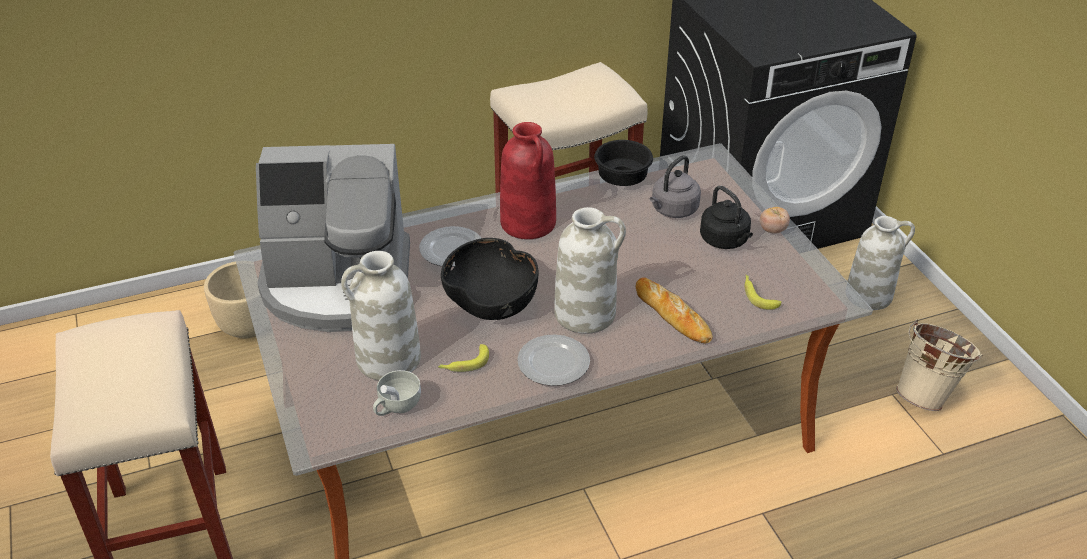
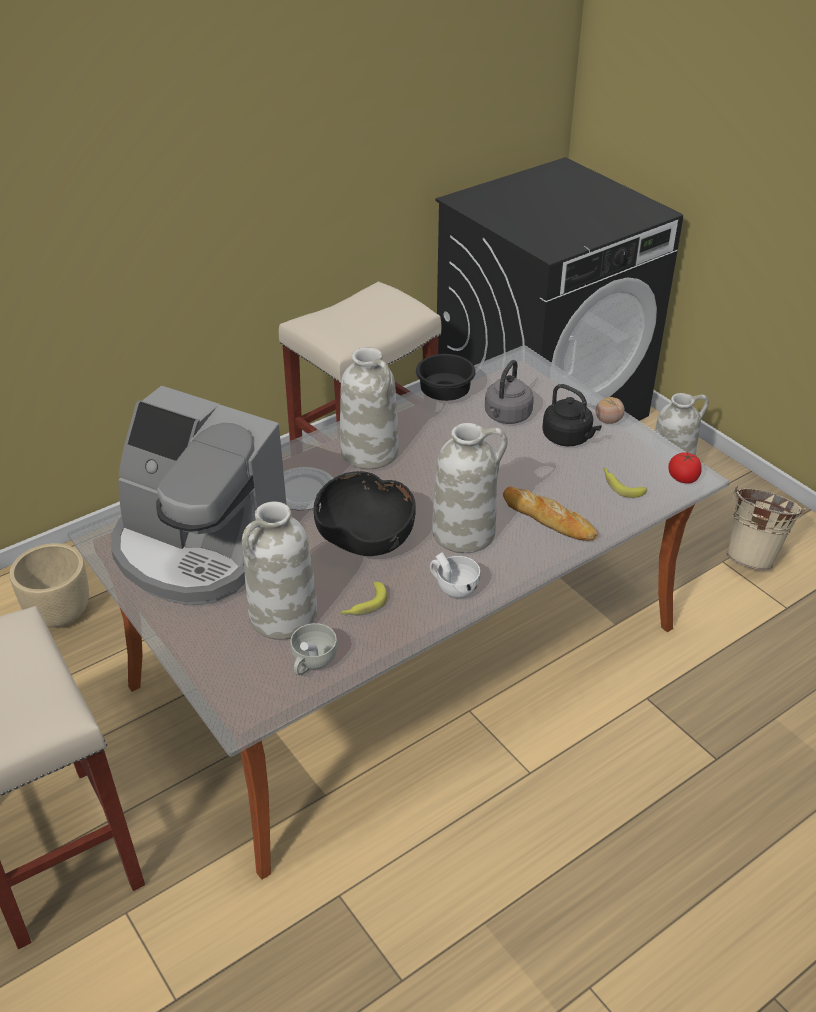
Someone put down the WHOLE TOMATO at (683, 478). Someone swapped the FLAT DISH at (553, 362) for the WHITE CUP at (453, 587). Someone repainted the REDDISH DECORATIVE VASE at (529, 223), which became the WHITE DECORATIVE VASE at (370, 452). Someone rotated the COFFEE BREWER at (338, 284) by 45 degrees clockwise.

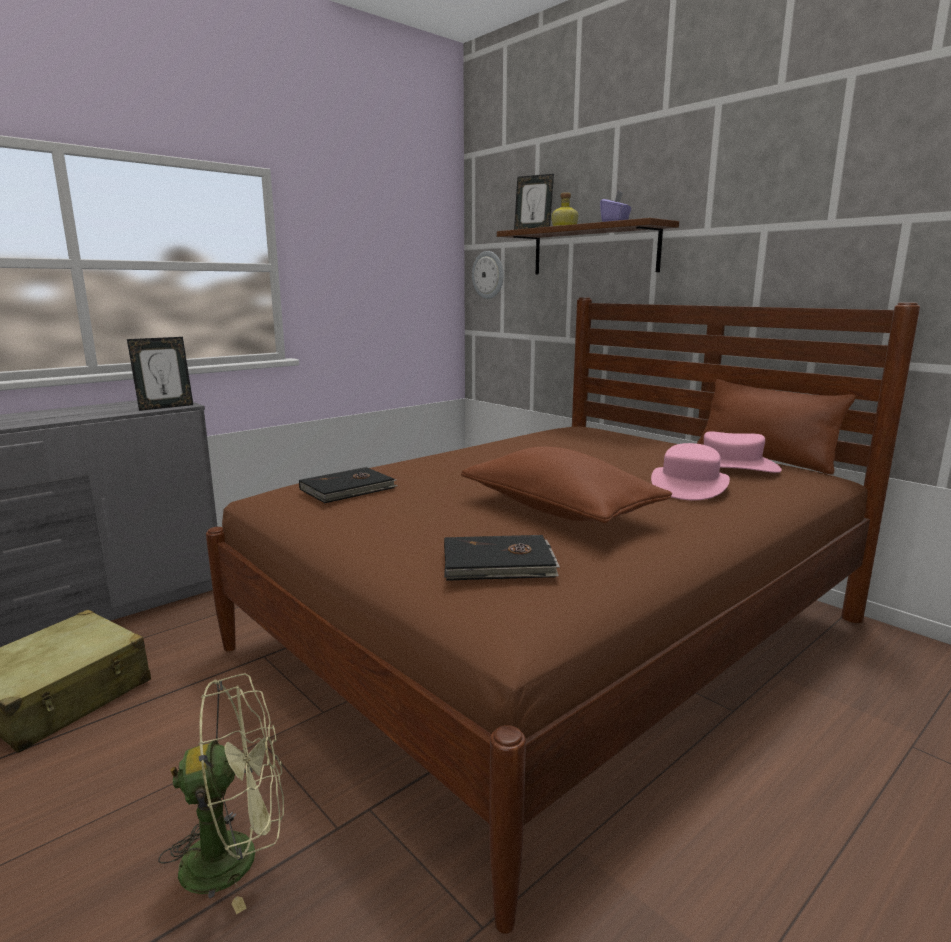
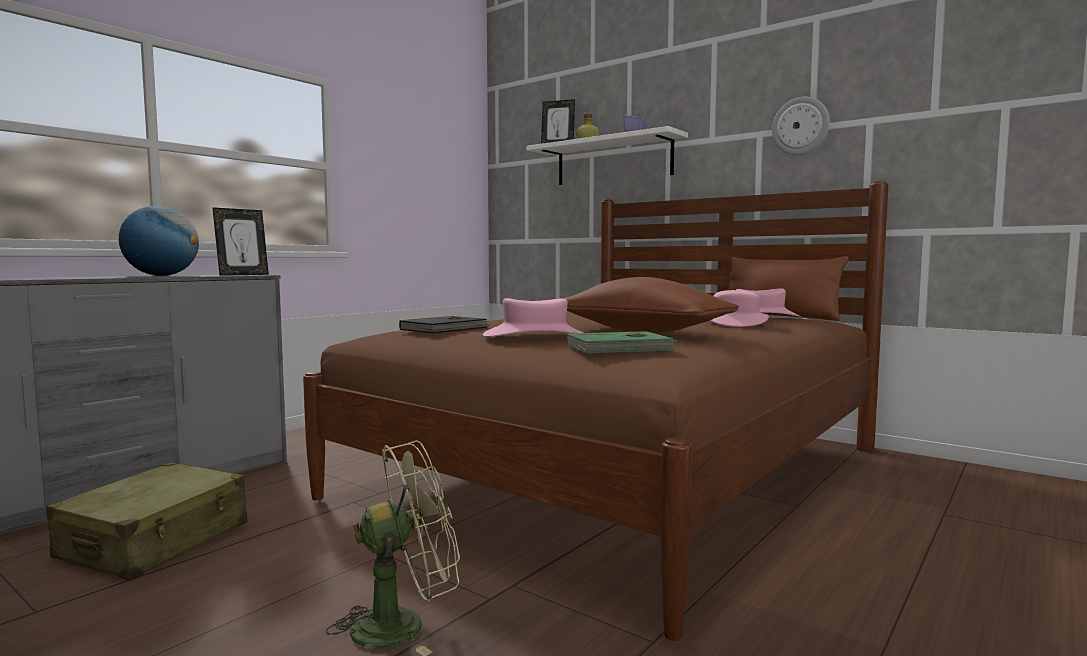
Someone put down the DESK GLOBE at (161, 275). Someone put down the PINKISH WEARABLE HAT at (535, 336). Someone carried the WALL CLOCK from (488, 275) to (800, 126). Someone repainted the BLACK VOLUME at (498, 564), which became the GREEN-COLOURED VOLUME at (620, 348). Someone repainted the BROWN WALL SHELF at (593, 250), which became the WHITE WALL SHELF at (613, 161).

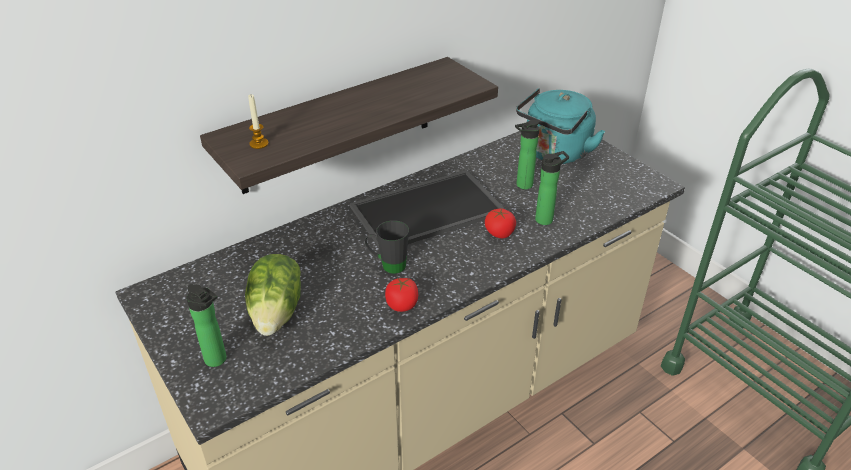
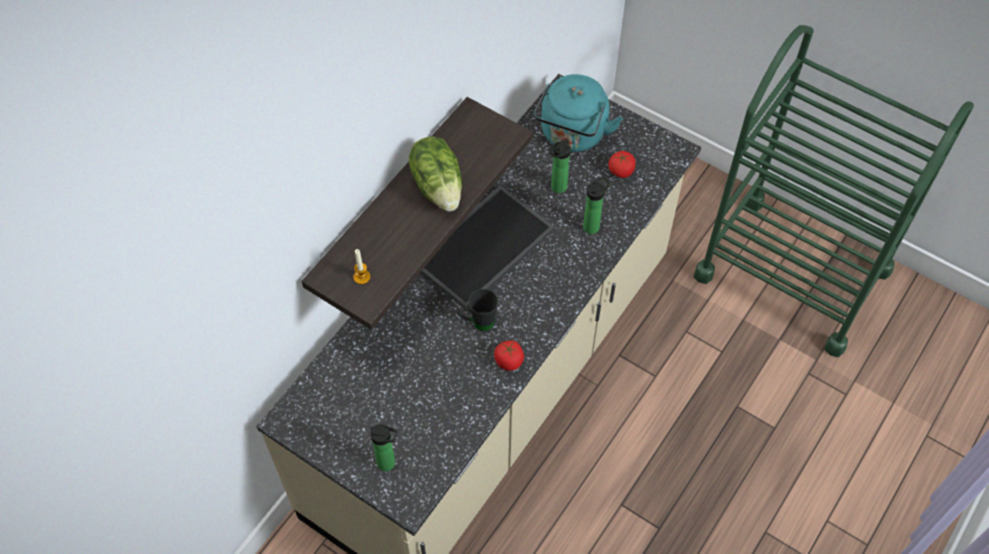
Someone carried the LETTUCE from (278, 312) to (439, 186). Someone carried the WHOLE TOMATO from (499, 233) to (621, 171).

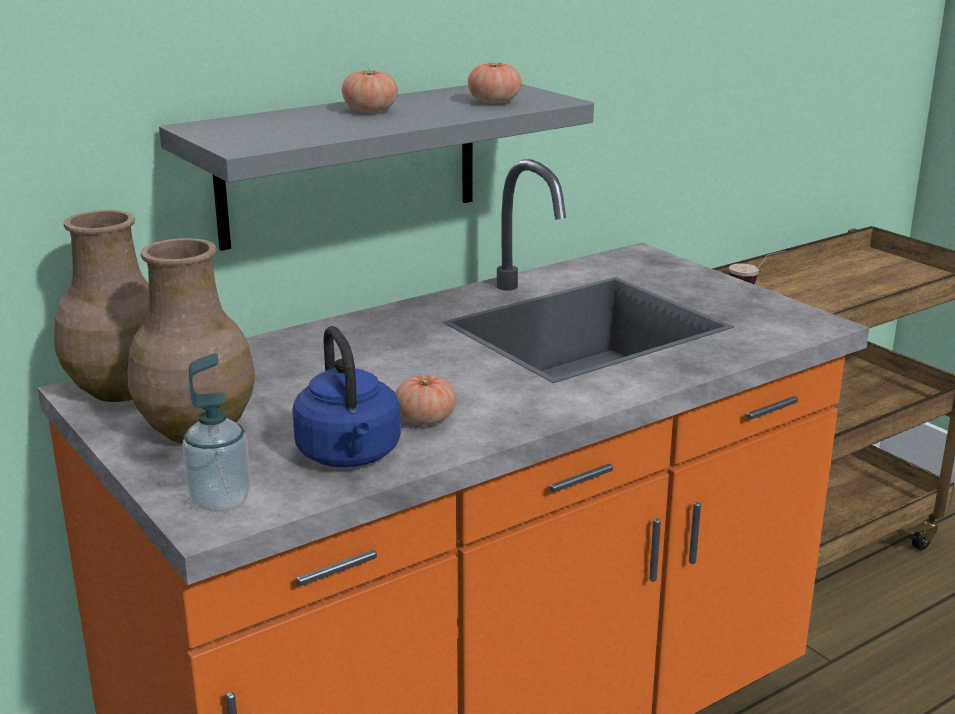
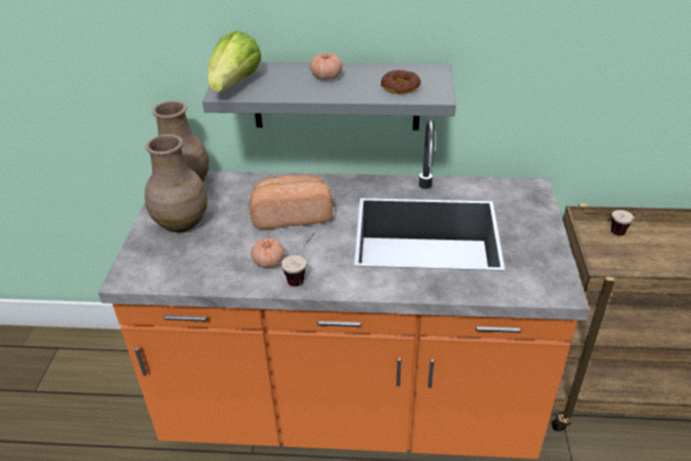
Someone took away the SOAP DISPENSER at (220, 501). Someone took away the BLUE-COLOURED TEA KETTLE at (350, 456). Someone put down the LETTUCE at (235, 84). Someone put down the BAKED BREAD at (291, 215). Someone put down the CUP at (302, 275). Someone swapped the WHOLE TOMATO at (494, 102) for the DONUT at (400, 87).

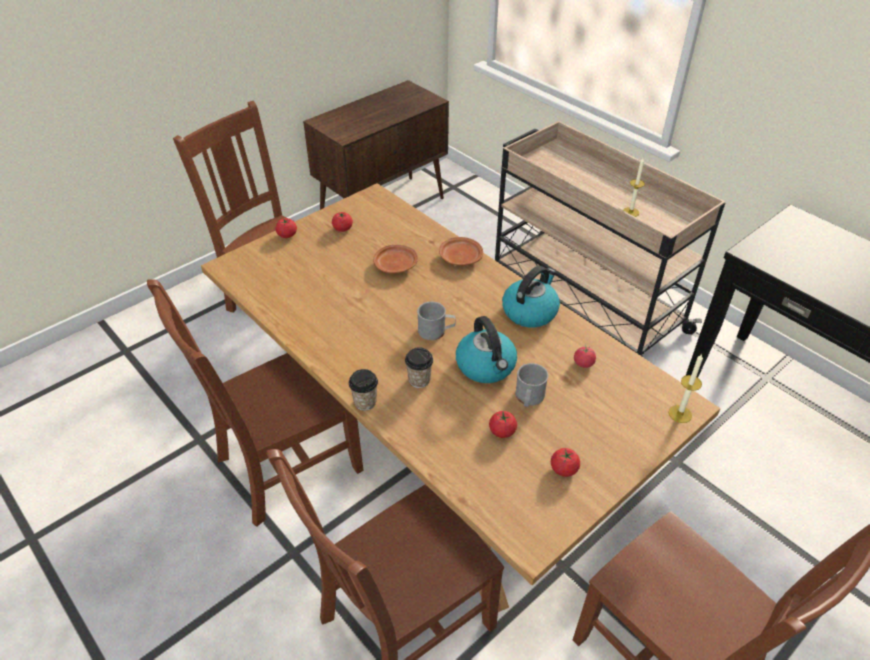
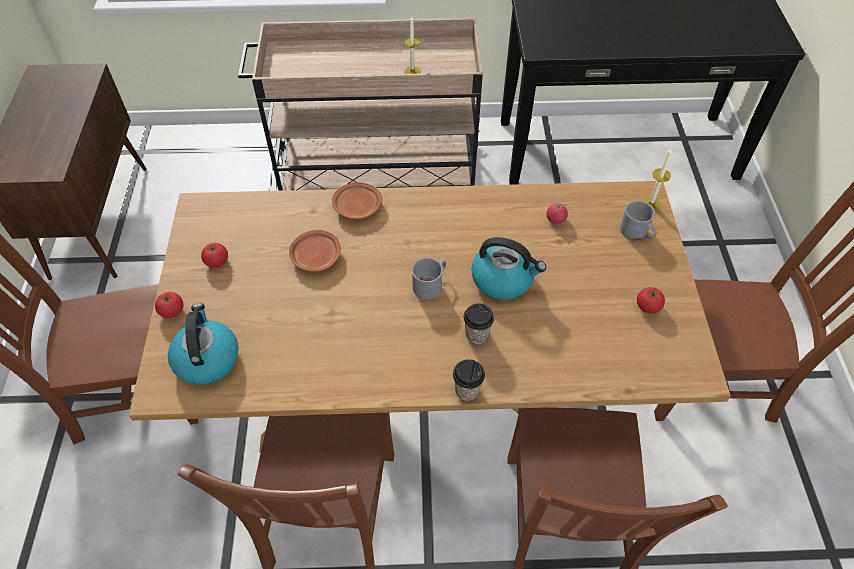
Someone took away the WHOLE TOMATO at (502, 431). Someone carried the TEA KETTLE from (530, 311) to (207, 358). Someone carried the GREY MUG from (529, 398) to (637, 233).

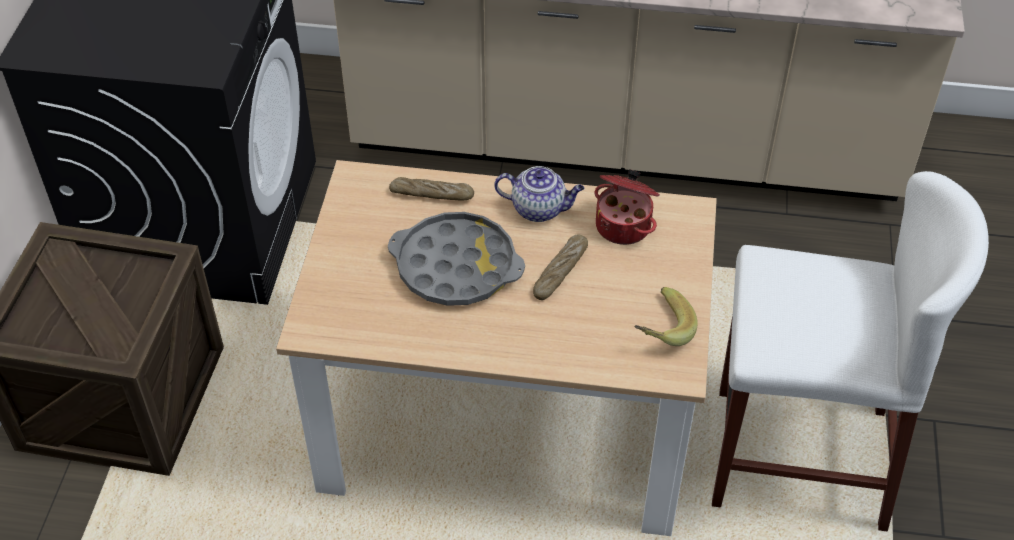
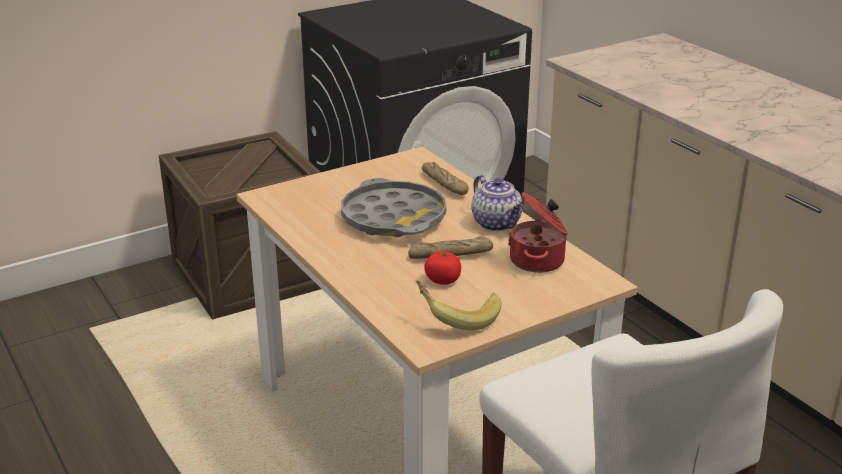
Someone put down the WHOLE TOMATO at (443, 280).

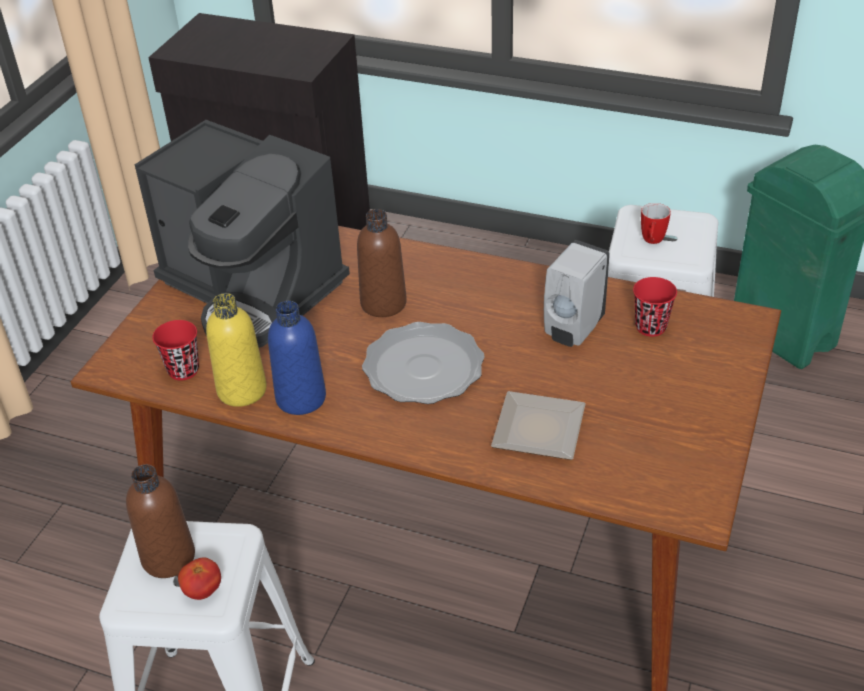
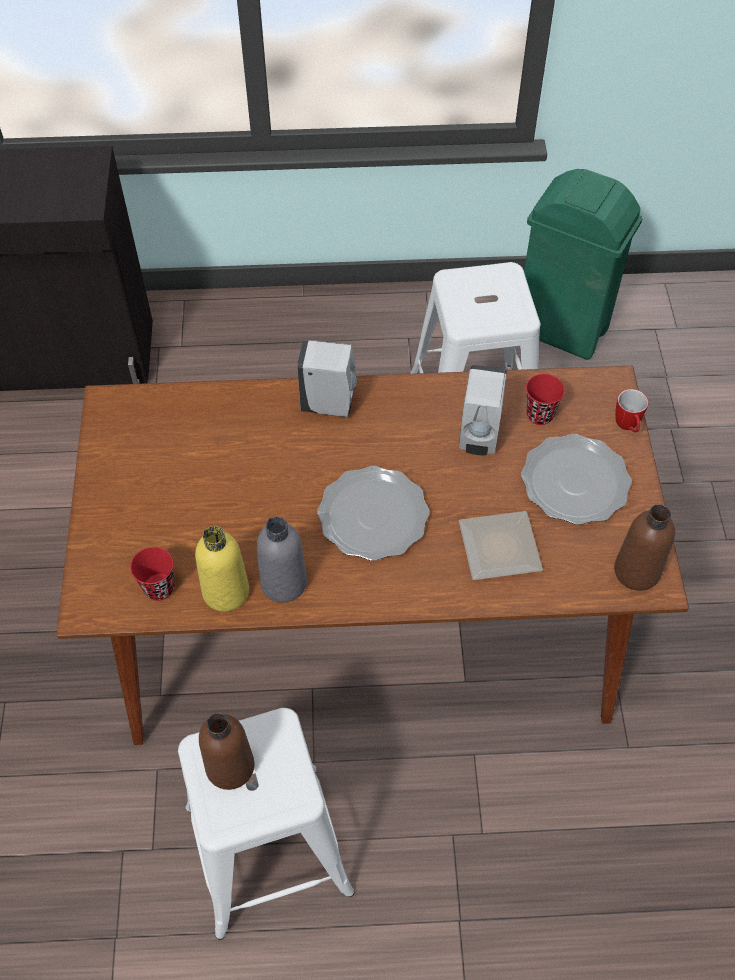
Someone took away the COFFEE BREWER at (252, 290). Someone took away the WHOLE TOMATO at (203, 590). Someone put down the WHITE SOAP DISPENSER at (330, 404). Someone put down the FLAT DISH at (574, 481). Someone carried the BROWN BEVERAGE BOTTLE from (383, 303) to (637, 571). Someone carried the MUG from (652, 242) to (627, 427). Someone repainted the BLUE-COLOURED BEVERAGE BOTTLE at (301, 398), which became the GREY BEVERAGE BOTTLE at (283, 582).

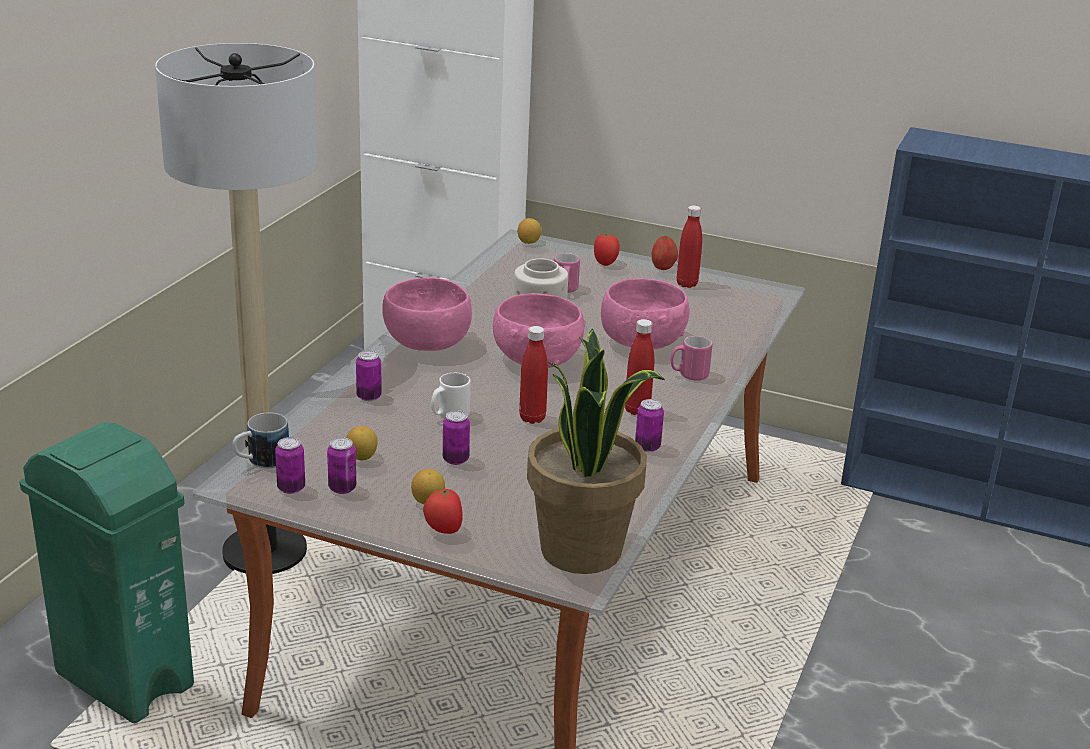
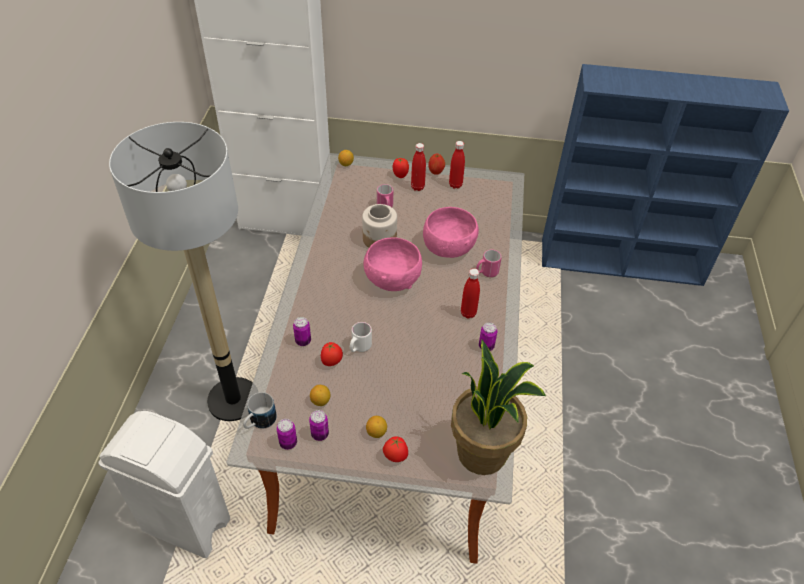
Someone took away the PINKISH SERVING BOWL at (427, 343). Someone took away the SEALED CAN at (455, 459). Someone put down the WHOLE TOMATO at (332, 362). Someone carried the REDDISH BEVERAGE BOTTLE from (532, 418) to (417, 187). Someone repainted the GREEN-COLOURED TRASH CAN at (124, 679), which became the WHITE TRASH CAN at (186, 524).

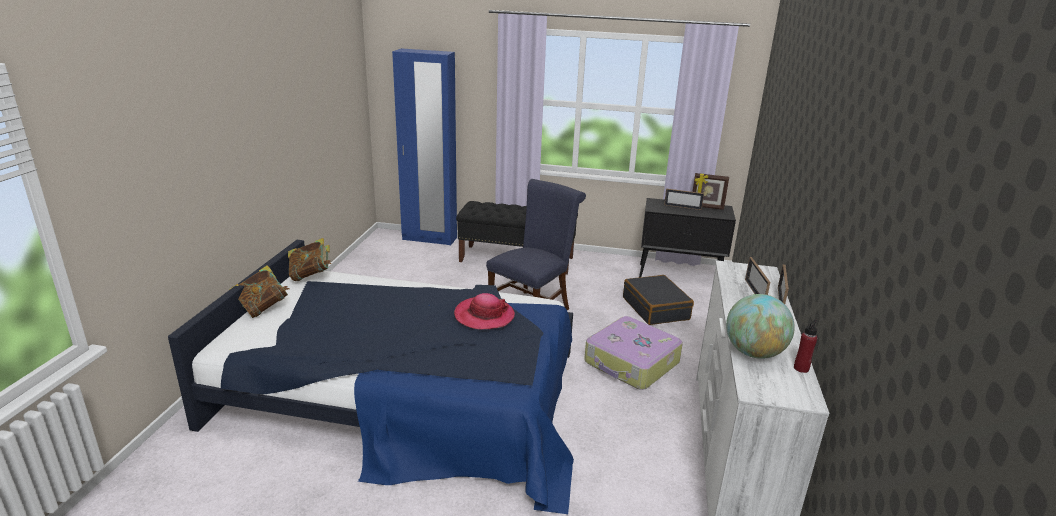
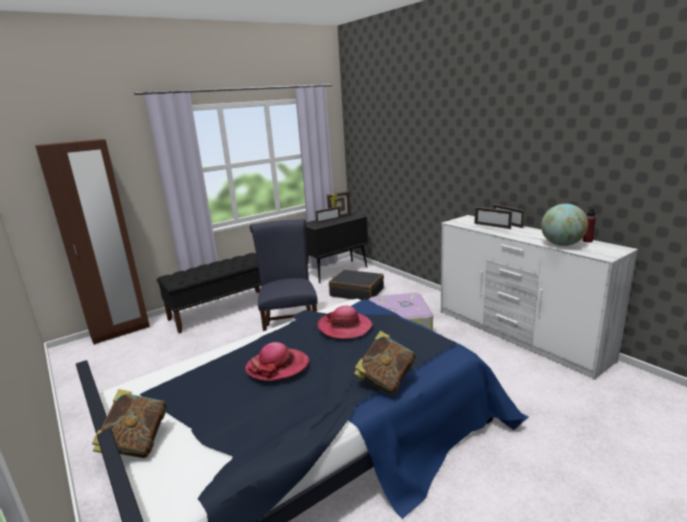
Someone put down the WEARABLE HAT at (277, 366). Someone carried the VOLUME from (311, 275) to (385, 381). Someone repainted the BLUE-COLOURED WARDROBE at (429, 239), which became the BROWN WARDROBE at (120, 332).

